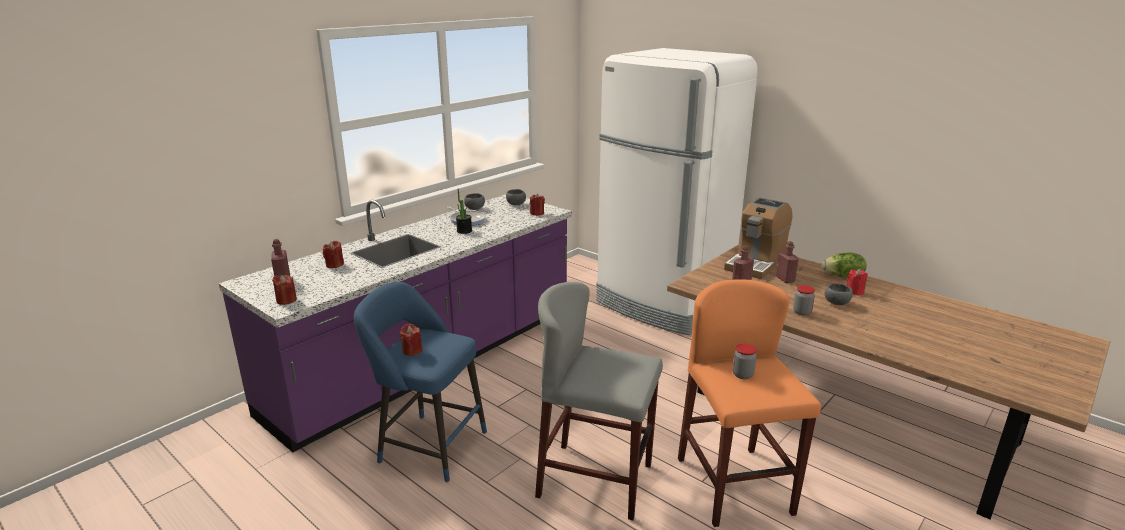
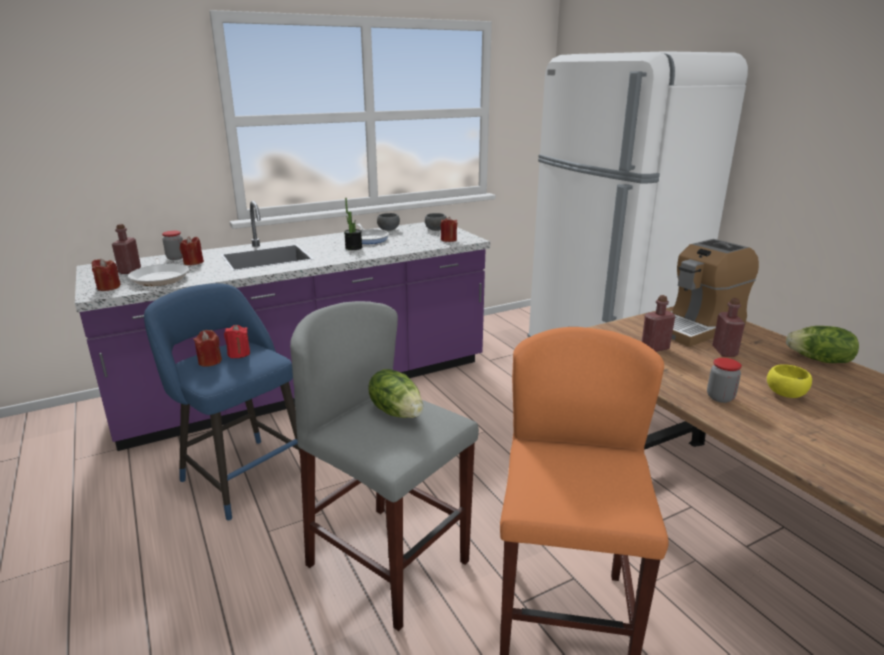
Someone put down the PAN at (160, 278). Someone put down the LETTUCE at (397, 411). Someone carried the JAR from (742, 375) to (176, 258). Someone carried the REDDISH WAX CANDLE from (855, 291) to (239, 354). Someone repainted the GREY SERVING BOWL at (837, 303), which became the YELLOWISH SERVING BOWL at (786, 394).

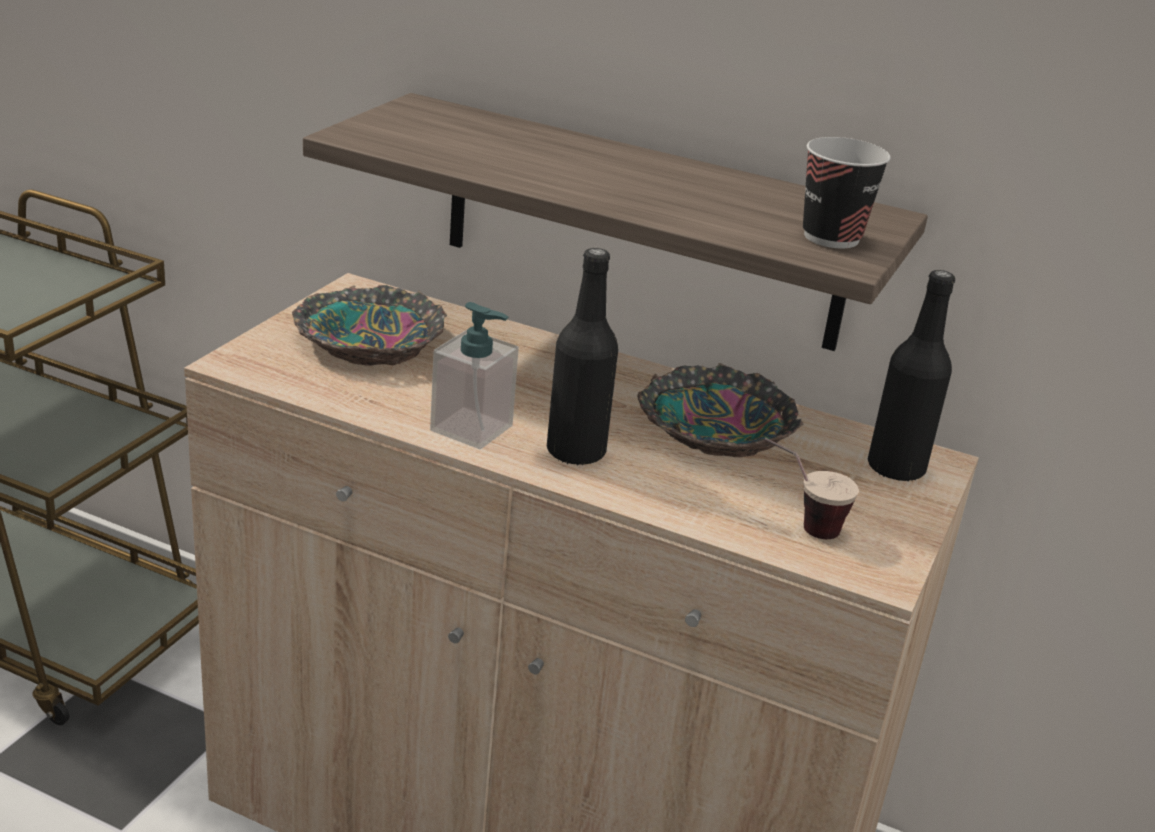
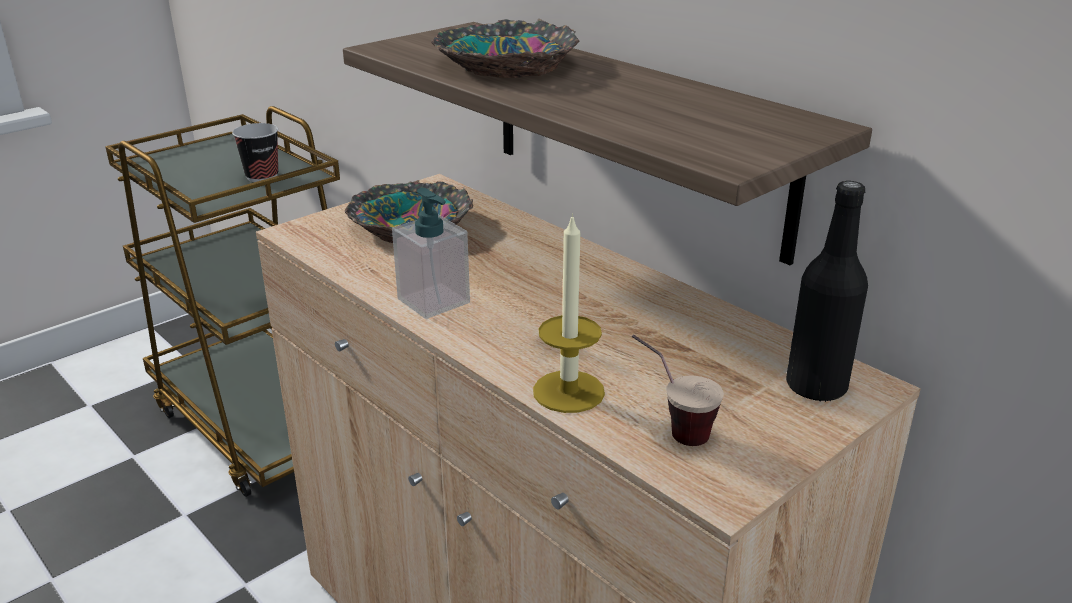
Someone took away the BLACK BEVERAGE BOTTLE at (575, 452). Someone put down the WAX CANDLE at (568, 391). Someone carried the SERVING BOWL from (714, 428) to (505, 63). Someone carried the CUP from (831, 237) to (262, 176).

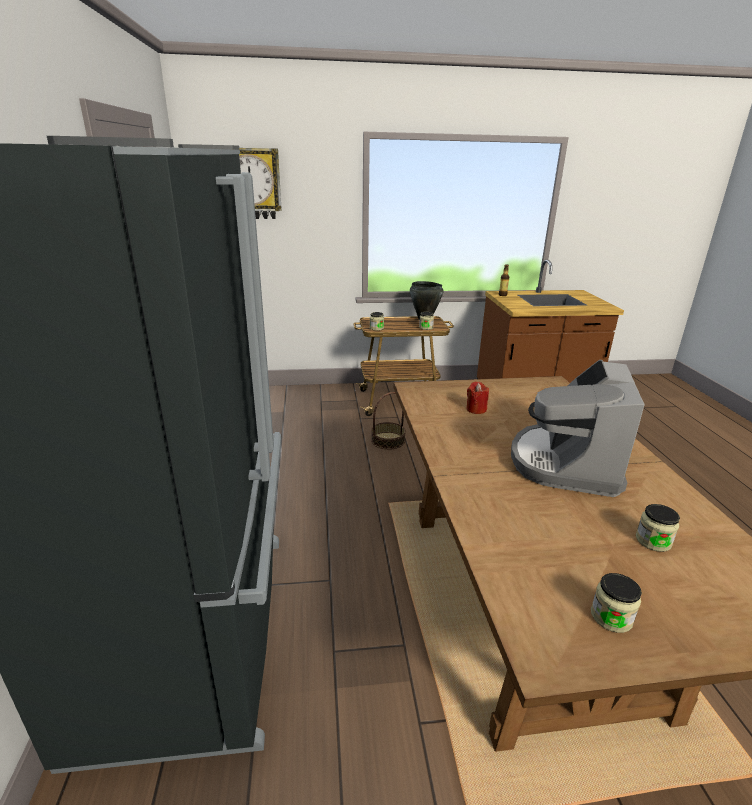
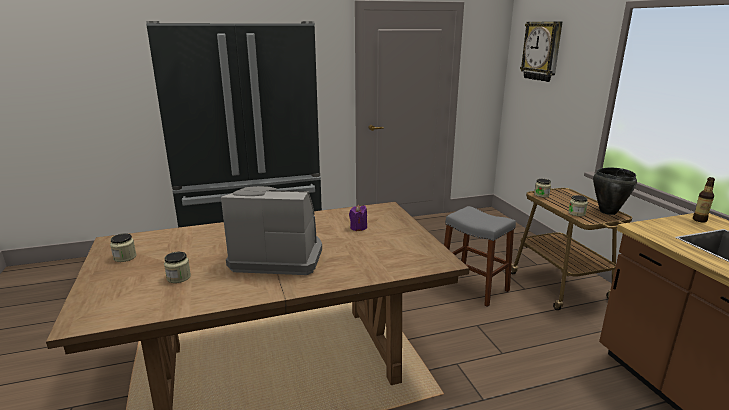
Someone swapped the STORAGE BASKET at (388, 440) for the GREY SITTING STOOL at (474, 287). Someone repainted the REDDISH WAX CANDLE at (476, 409), which became the PURPLE WAX CANDLE at (358, 228).

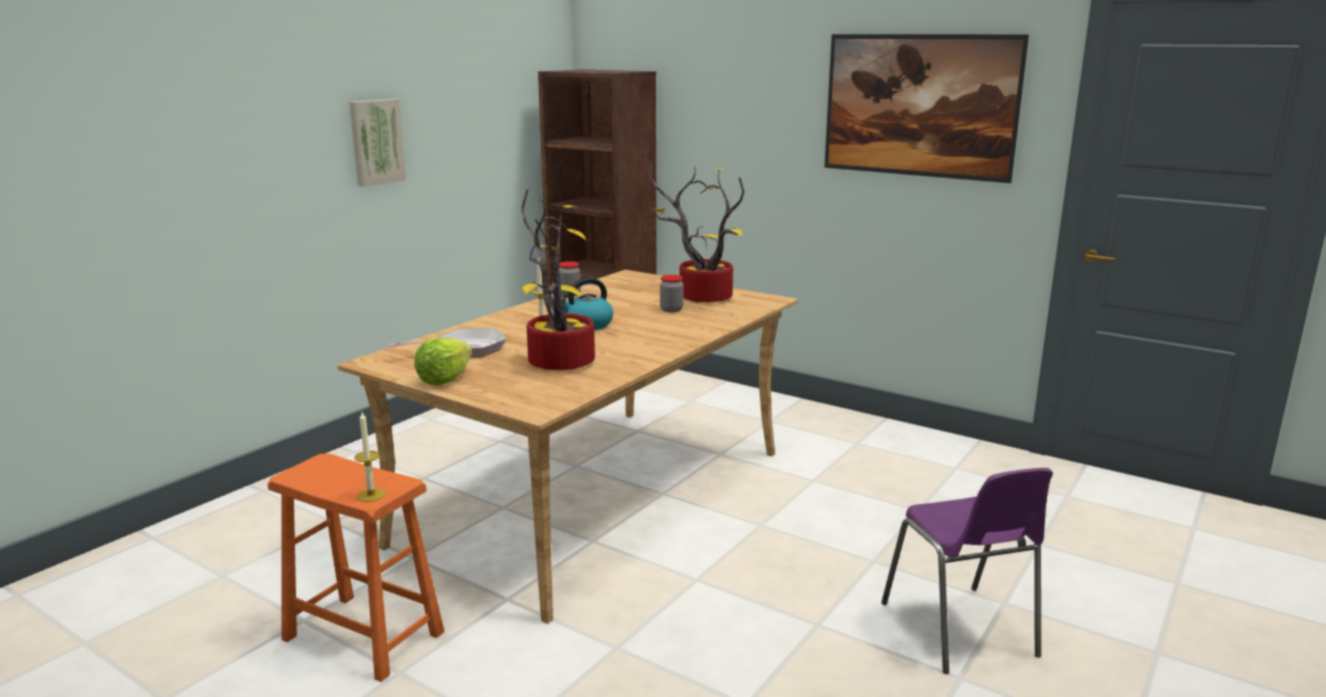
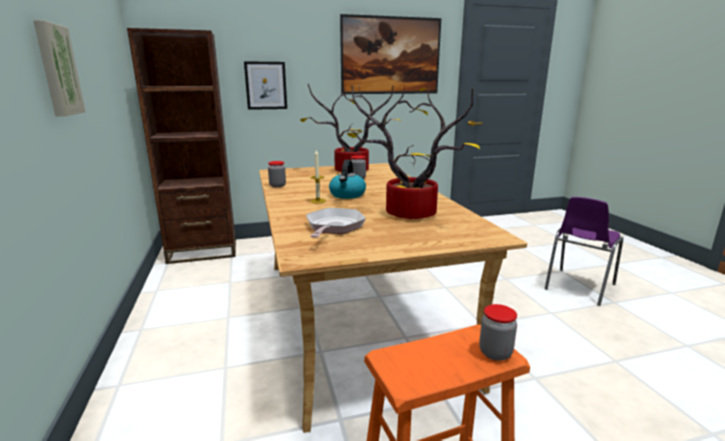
Someone took away the LETTUCE at (444, 379). Someone put up the PICTURE at (266, 85). Someone swapped the WAX CANDLE at (371, 495) for the JAR at (495, 353). Someone rotated the PURPLE CHAIR at (960, 631) by 105 degrees clockwise.

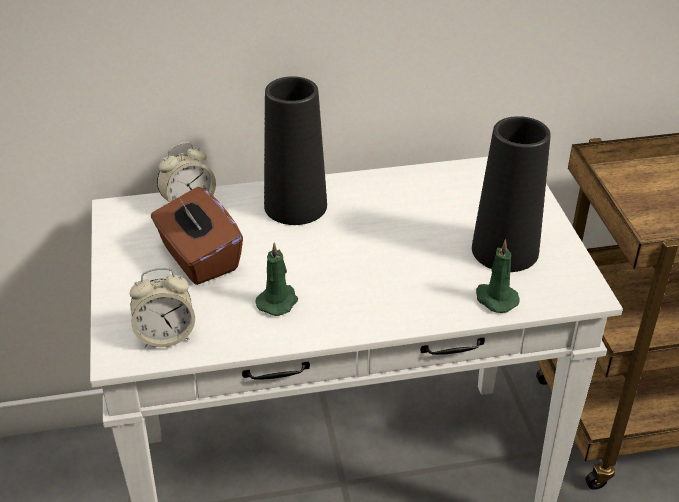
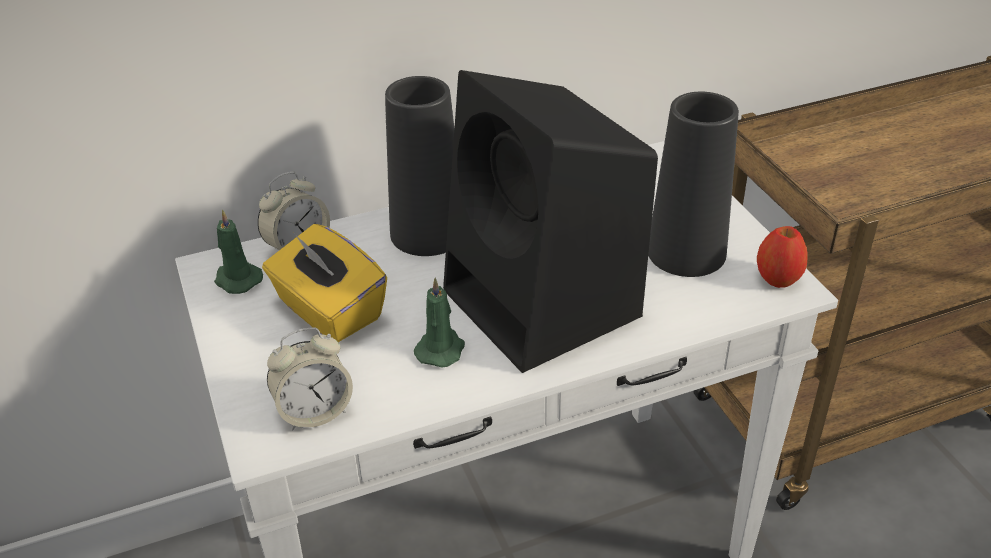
Someone put down the BLACK LOUDSPEAKER at (545, 305). Someone put down the WHOLE APPLE at (778, 278). Someone carried the GREEN-COLOURED WAX CANDLE from (495, 298) to (237, 279). Someone repainted the BROWN BOX OF TISSUES at (198, 258), which became the YELLOWISH BOX OF TISSUES at (328, 311).

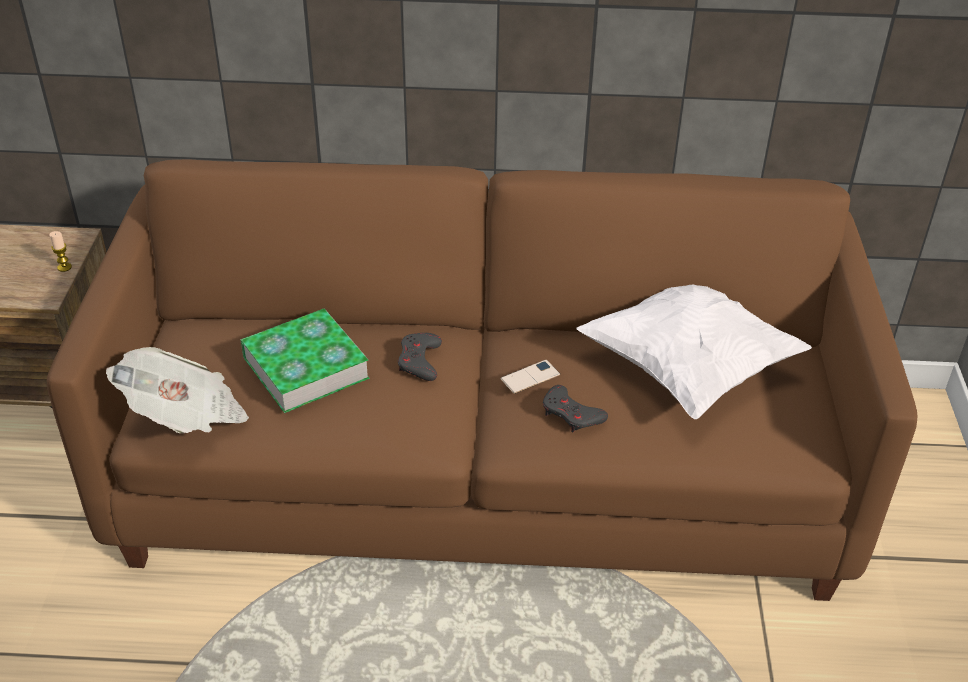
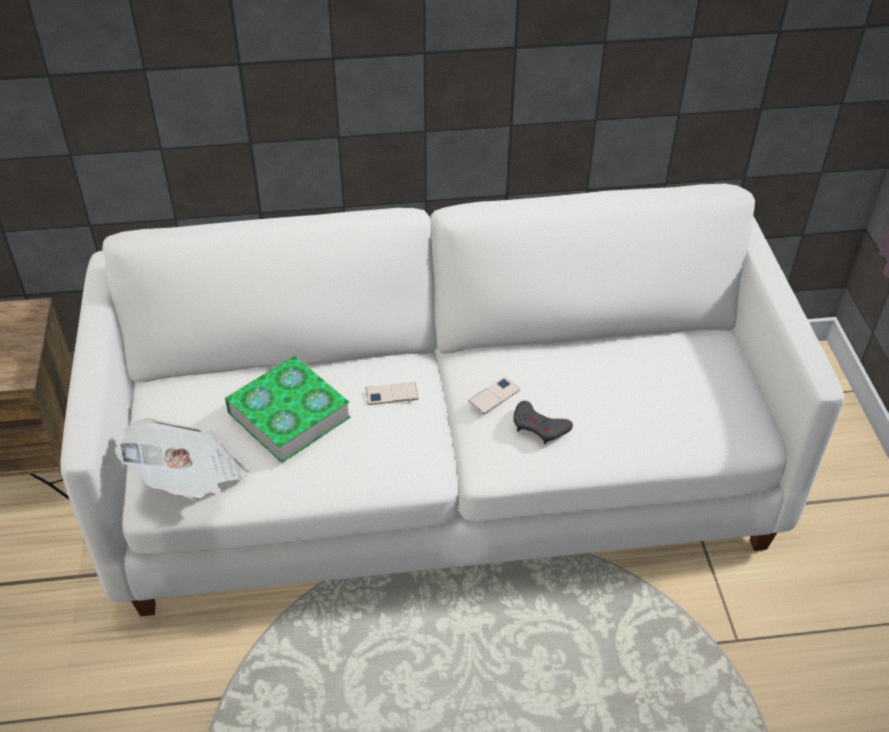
Someone took away the WAX CANDLE at (64, 267). Someone took away the WHITE PILLOW at (687, 367). Someone swapped the GREY GAMEPAD at (419, 361) for the TELEPHONE at (392, 394). Someone repainted the BROWN SETTEE at (483, 475), which became the WHITE SETTEE at (444, 478).

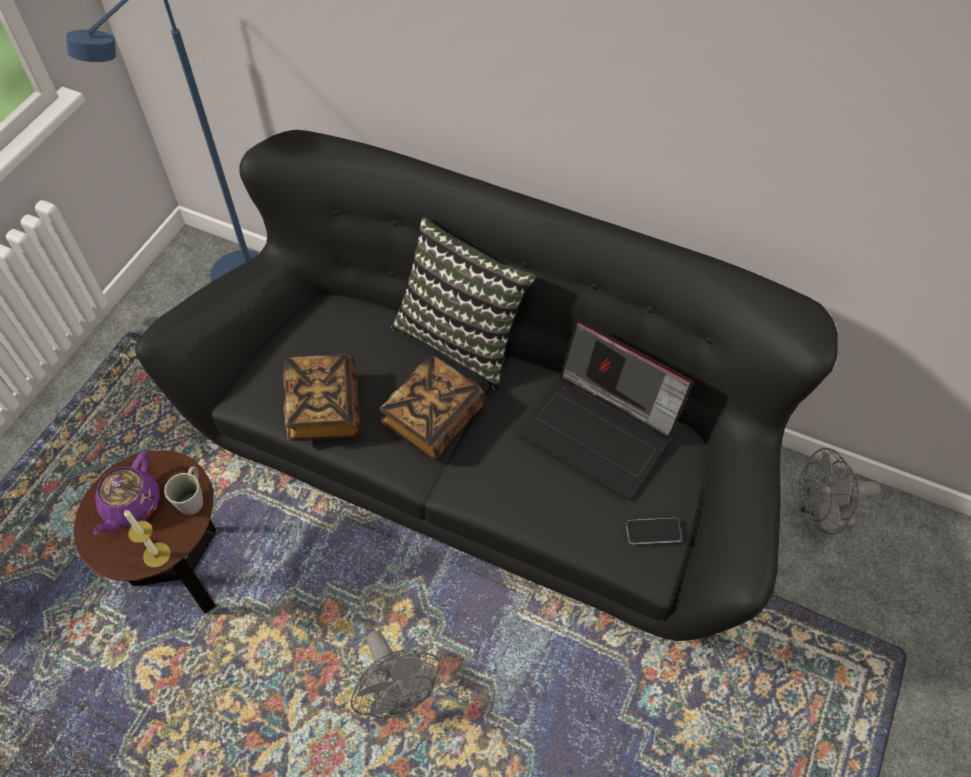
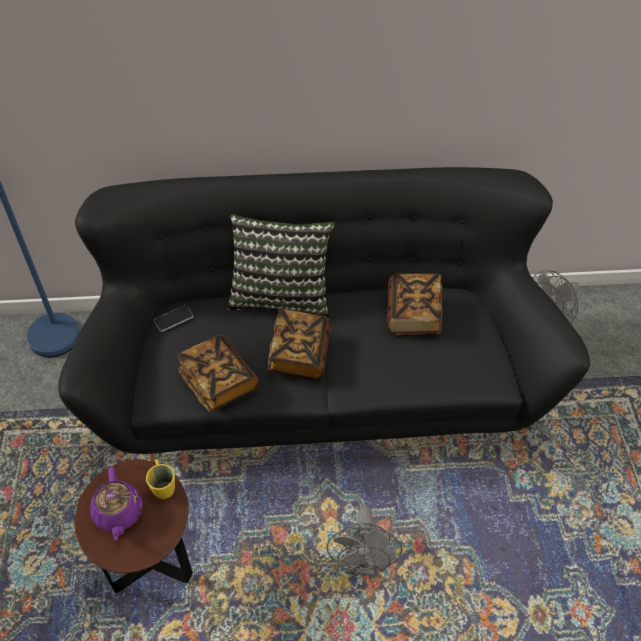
Someone took away the WAX CANDLE at (157, 555). Someone carried the TELEPHONE from (653, 531) to (173, 319). Someone swapped the NOTEBOOK COMPUTER at (600, 431) for the VOLUME at (413, 314). Someone repainted the GREY MUG at (193, 498), which became the YELLOWISH MUG at (163, 485). Someone rotated the GREY FAN at (398, 694) by 60 degrees clockwise.

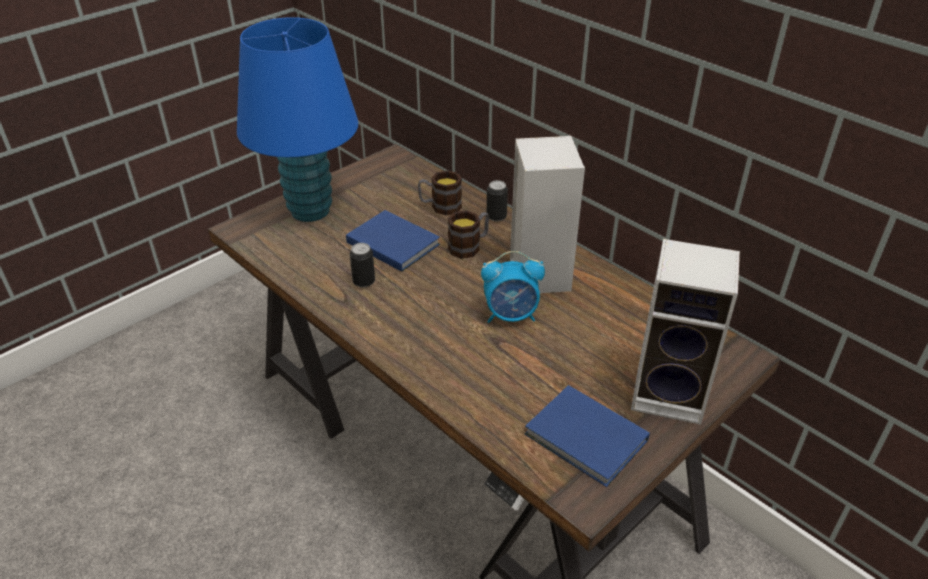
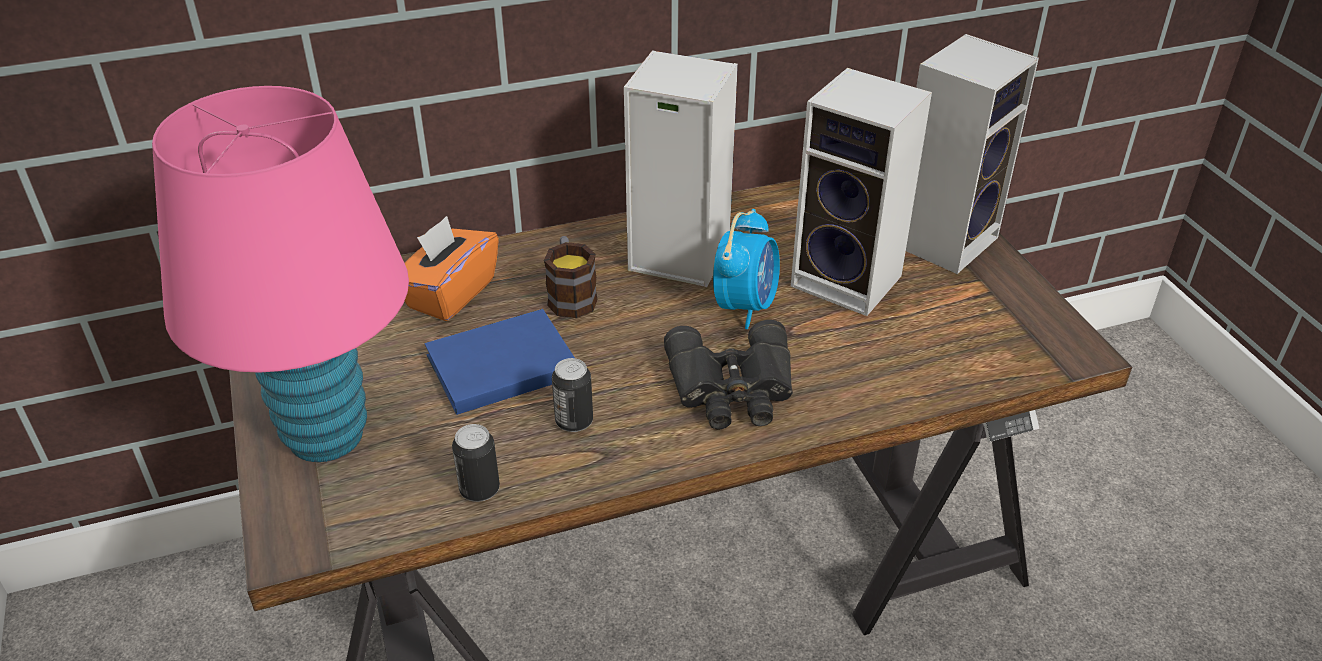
Someone took away the BLUE-COLOURED VOLUME at (587, 440). Someone put down the BLACK PAIR OF BINOCULARS at (732, 389). Someone put down the LOUDSPEAKER at (851, 281). Someone carried the SEALED CAN from (496, 217) to (479, 489). Someone swapped the MUG at (440, 206) for the ORANGE-COLOURED BOX OF TISSUES at (450, 293). Someone repainted the BLUE-COLOURED TABLE LAMP at (310, 211), which became the PINKISH TABLE LAMP at (325, 436).

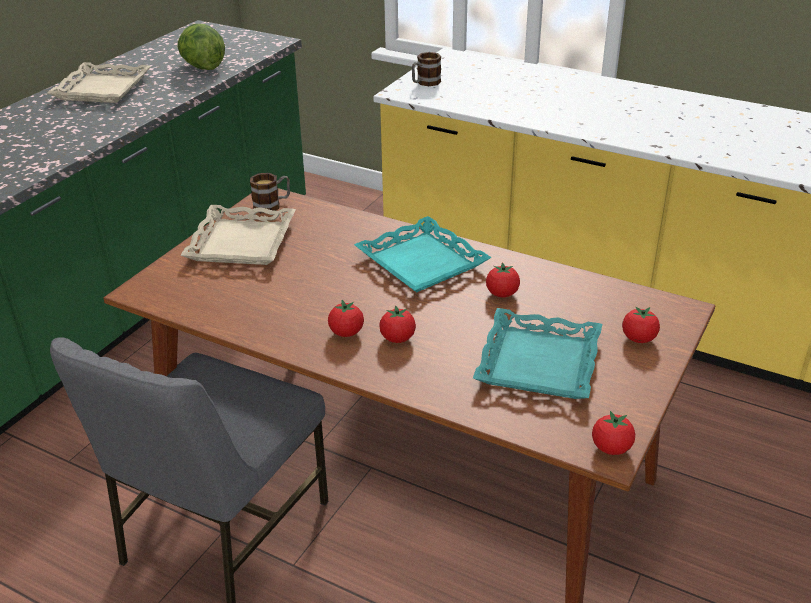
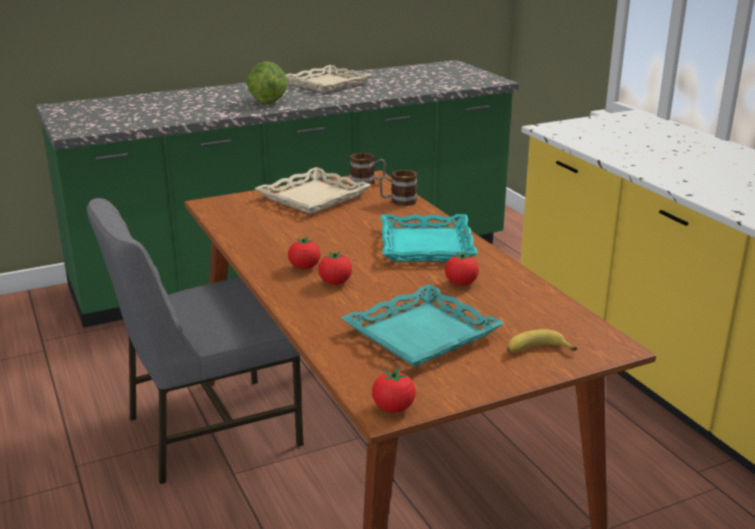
Someone carried the LETTUCE from (202, 67) to (267, 102). Someone carried the MUG from (425, 83) to (398, 201). Someone swapped the WHOLE TOMATO at (638, 339) for the WHOLE BANANA at (536, 351).

